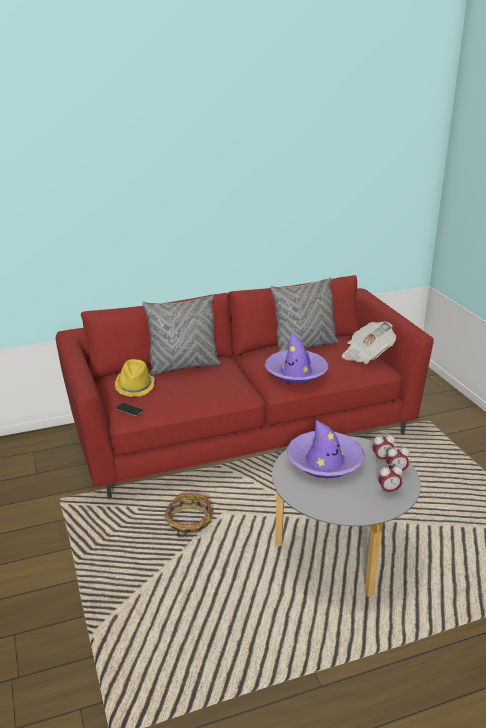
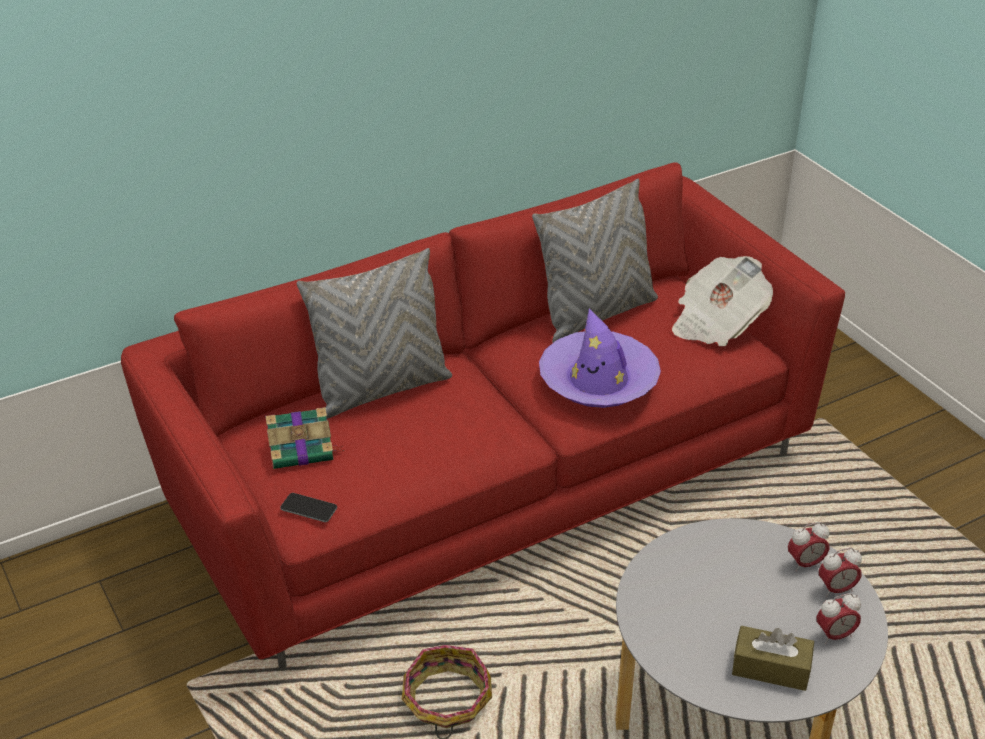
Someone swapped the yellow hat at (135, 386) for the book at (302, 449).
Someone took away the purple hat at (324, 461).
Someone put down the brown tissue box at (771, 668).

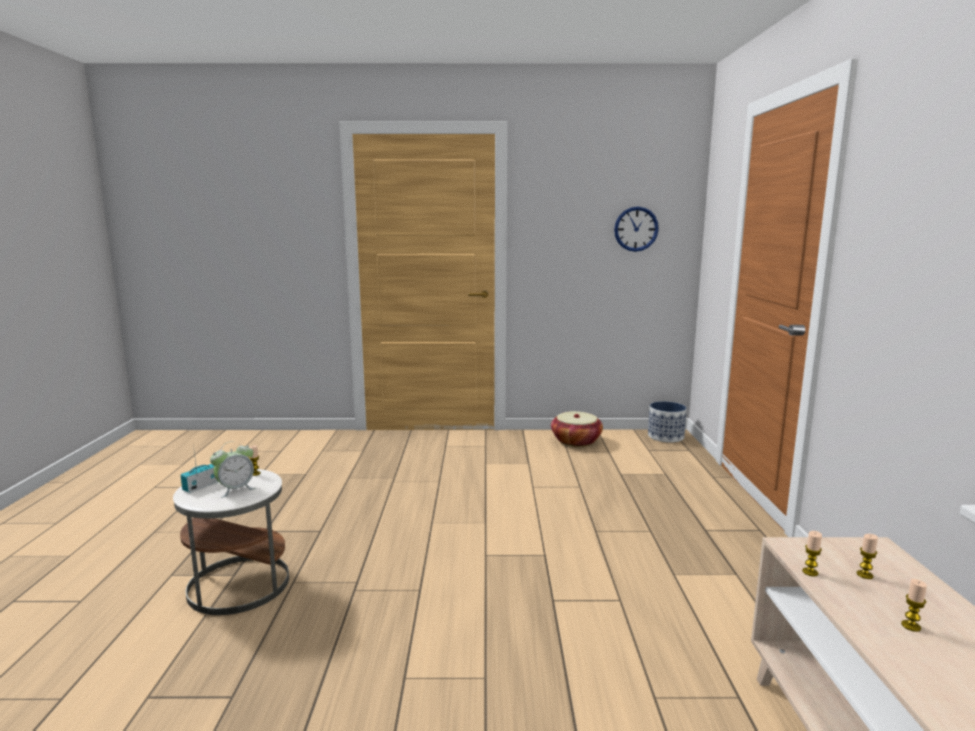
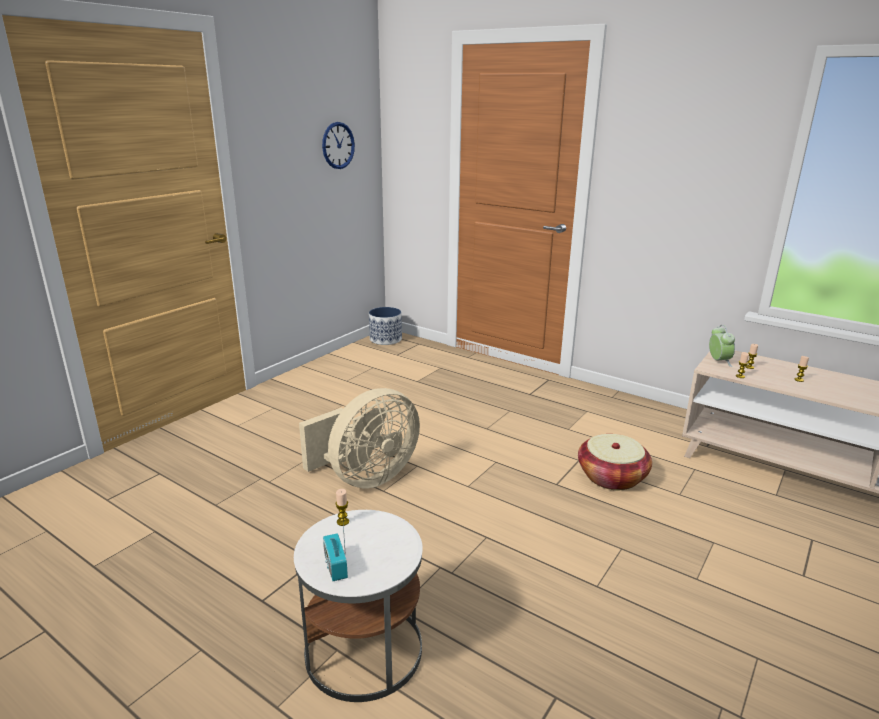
Someone carried the alarm clock from (235, 489) to (718, 361).
Someone carried the basket from (576, 441) to (612, 477).
Someone put down the beige fan at (366, 477).

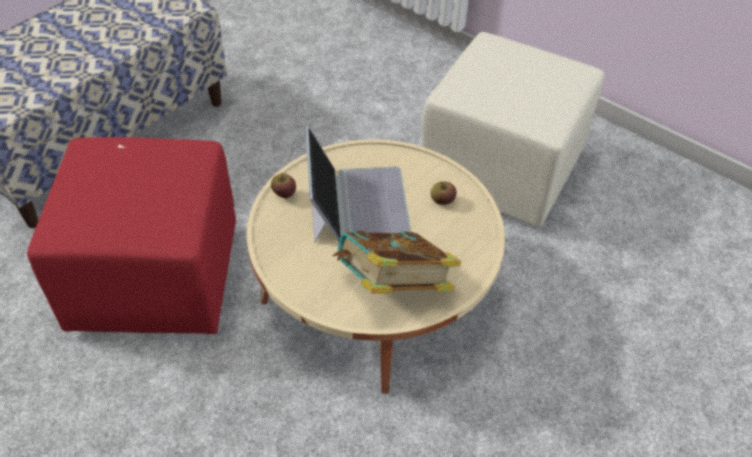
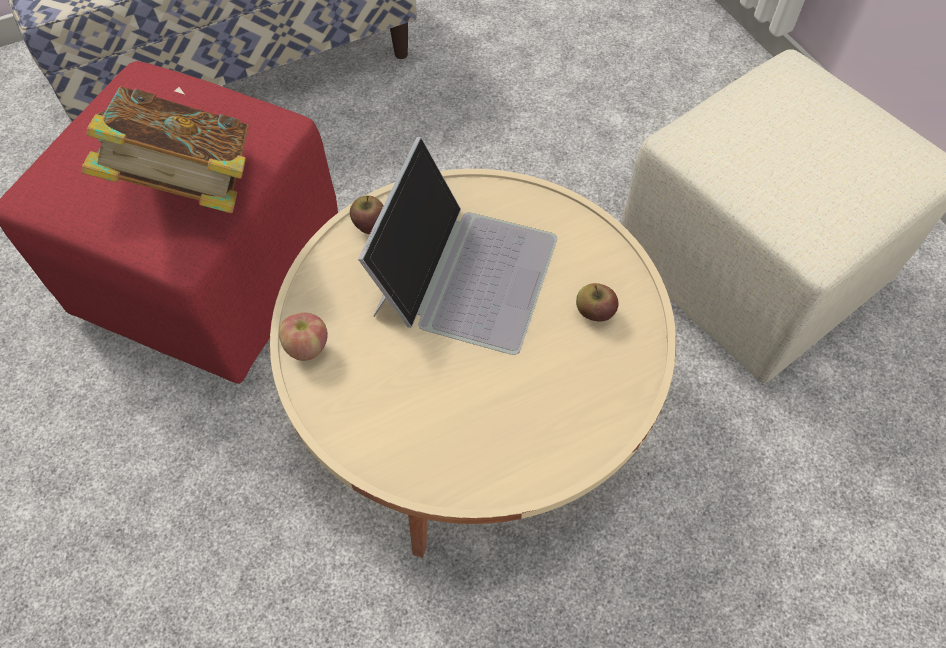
Someone carried the book from (393, 287) to (189, 187).
Someone put down the apple at (306, 347).

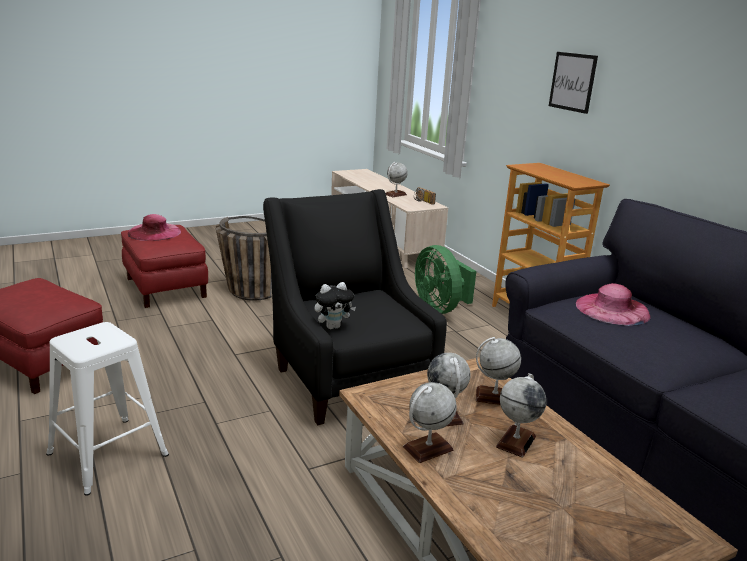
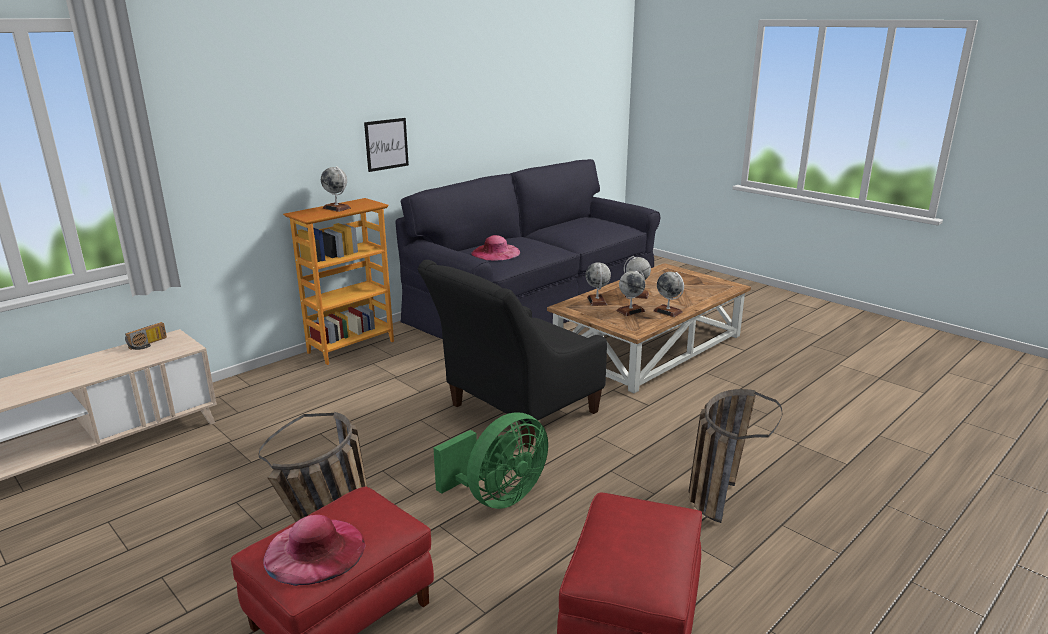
Someone swapped the white stool at (106, 454) for the basket at (719, 492).
Someone took away the plush toy at (333, 326).
Someone carried the globe from (395, 194) to (337, 208).
Someone carried the green fan from (440, 308) to (498, 497).
Someone carried the picture from (572, 82) to (386, 144).

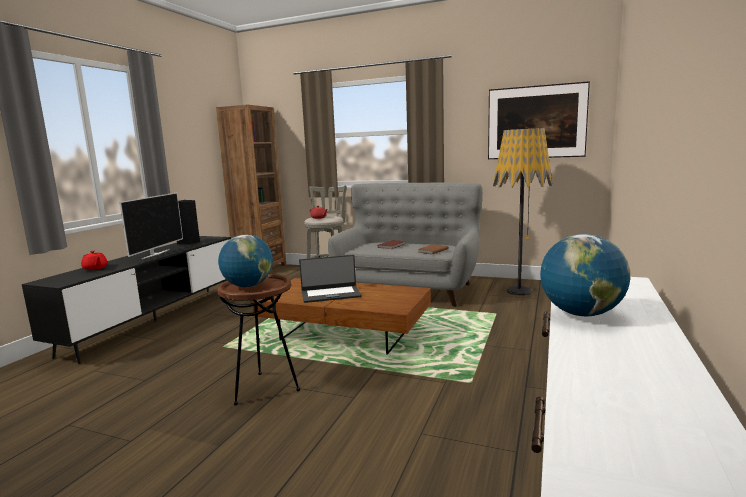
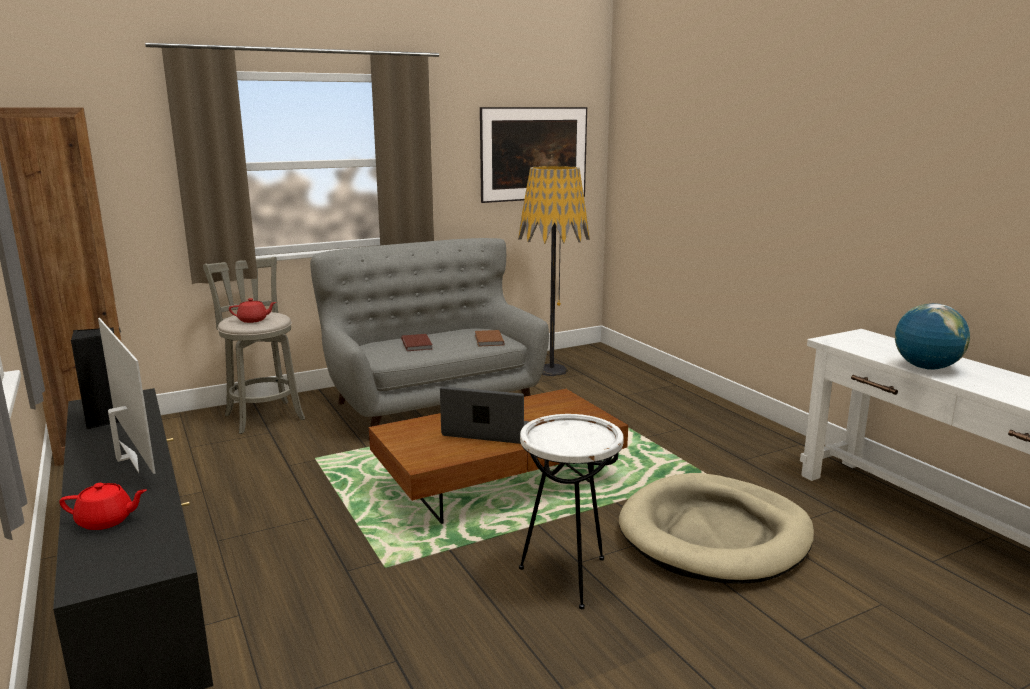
Someone repainted the brown side table at (265, 388), which became the white side table at (568, 577).
Someone took away the globe at (248, 286).
Someone rotated the laptop at (330, 294) by 105 degrees counterclockwise.
Someone put down the beige dog bed at (714, 534).

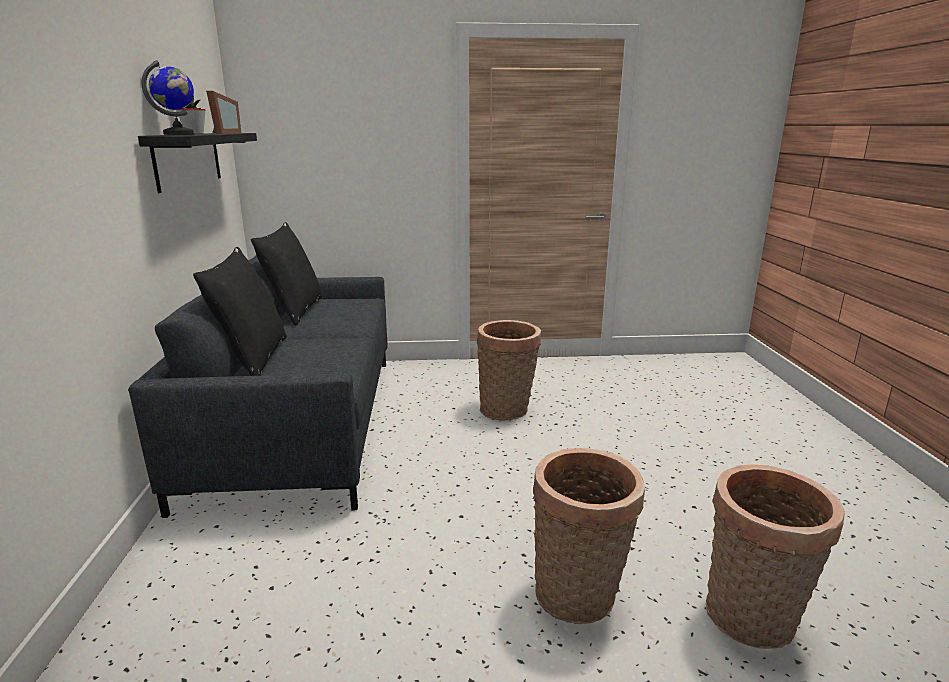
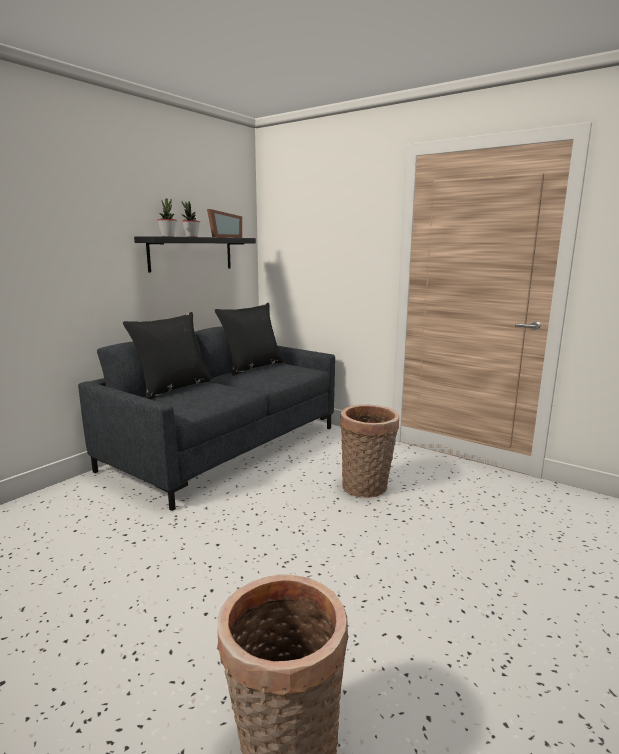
Someone swapped the globe at (179, 134) for the potted plant at (168, 236).
Someone took away the basket at (579, 596).

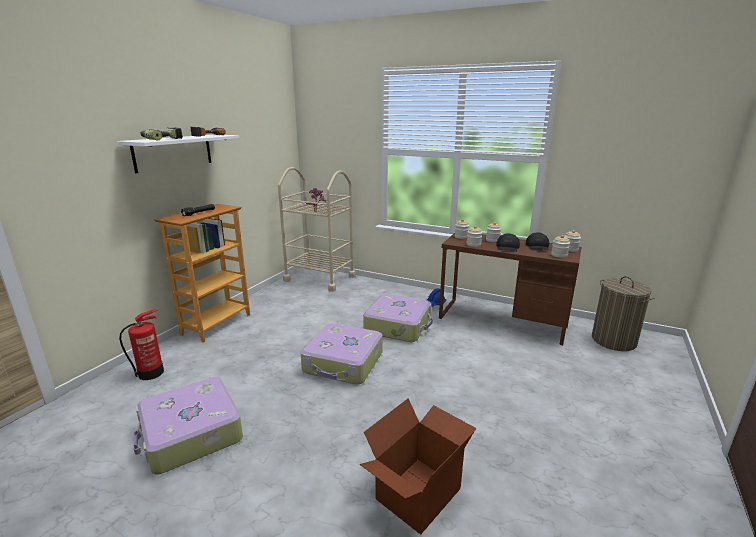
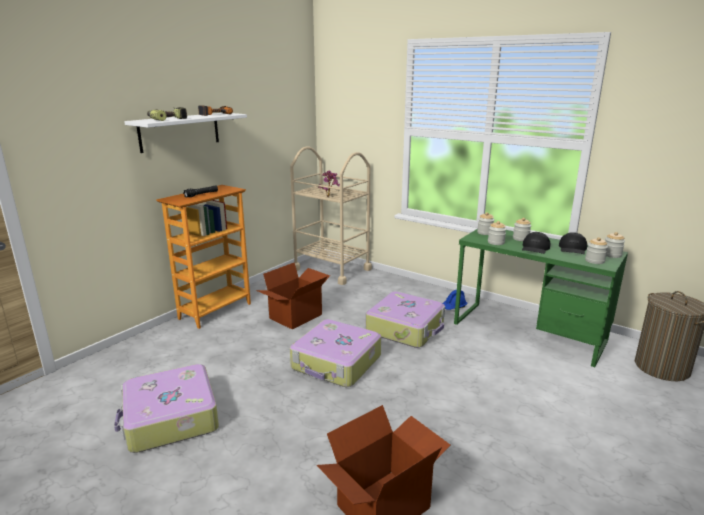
Someone took away the fire extinguisher at (151, 373).
Someone repainted the brown desk at (502, 320), which became the green desk at (528, 332).
Someone put down the cardboard box at (296, 317).

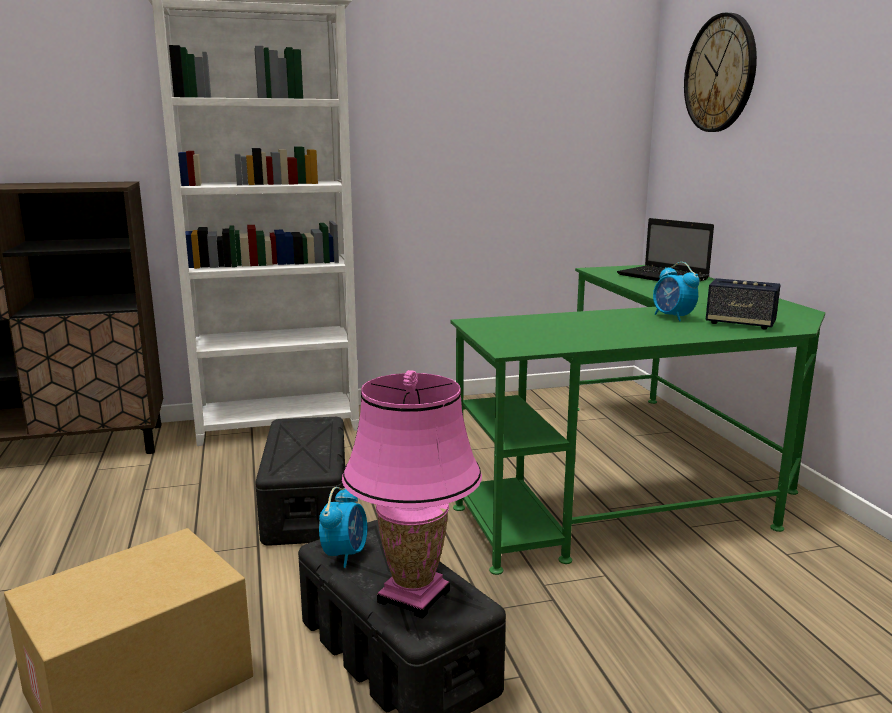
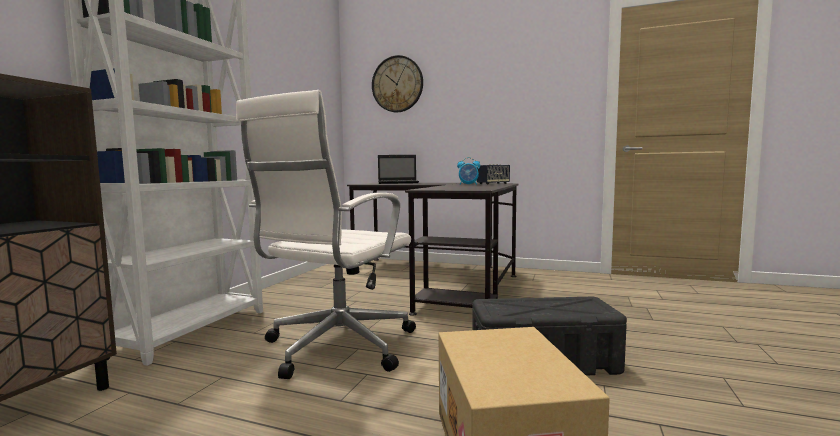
Someone swapped the black storage box at (306, 504) for the white office chair at (336, 347).
Someone took away the alarm clock at (345, 554).
Someone took away the pink table lamp at (413, 596).
Someone repainted the green desk at (643, 477), which became the black desk at (442, 279).

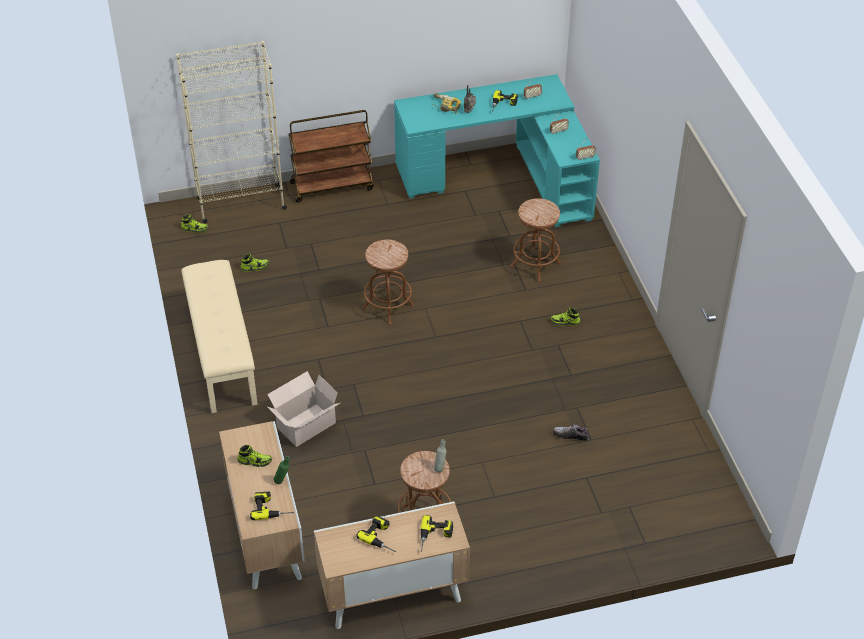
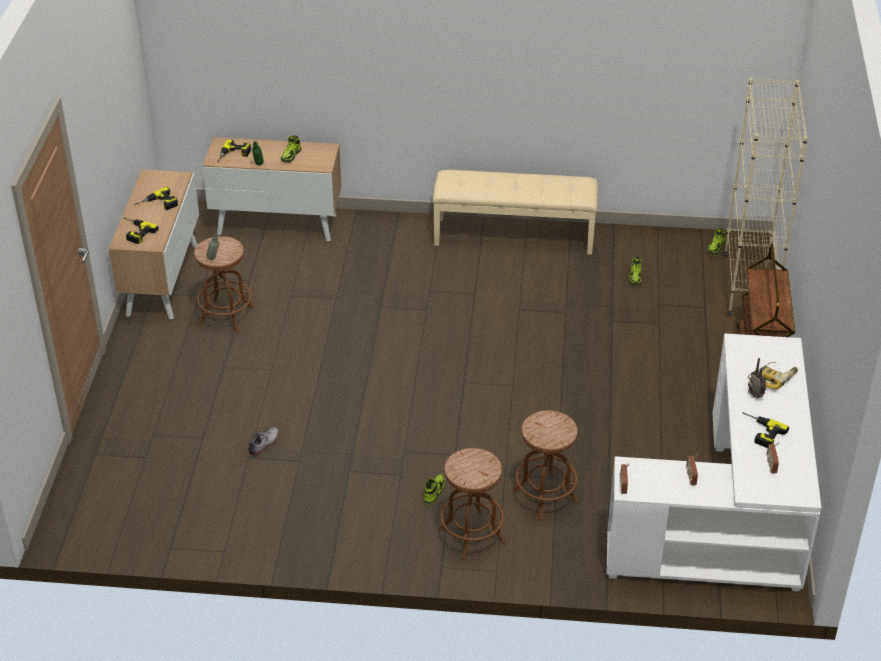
Someone took away the cardboard box at (304, 425).
Someone carried the brown stool from (388, 306) to (472, 535).
Someone repainted the turquoise desk at (503, 177), which became the white desk at (730, 516).

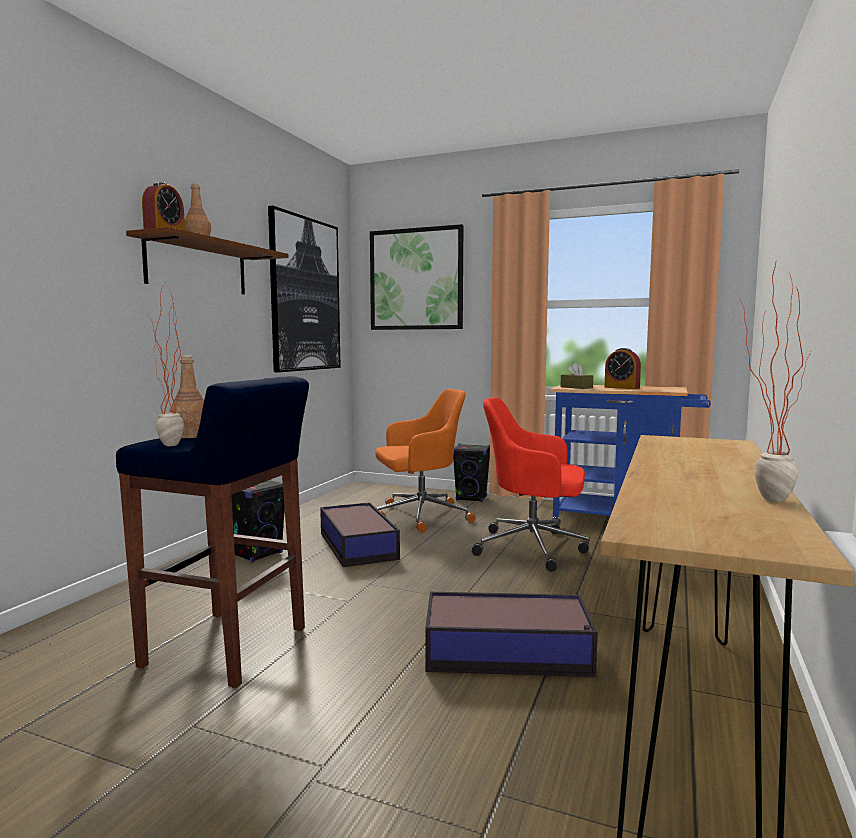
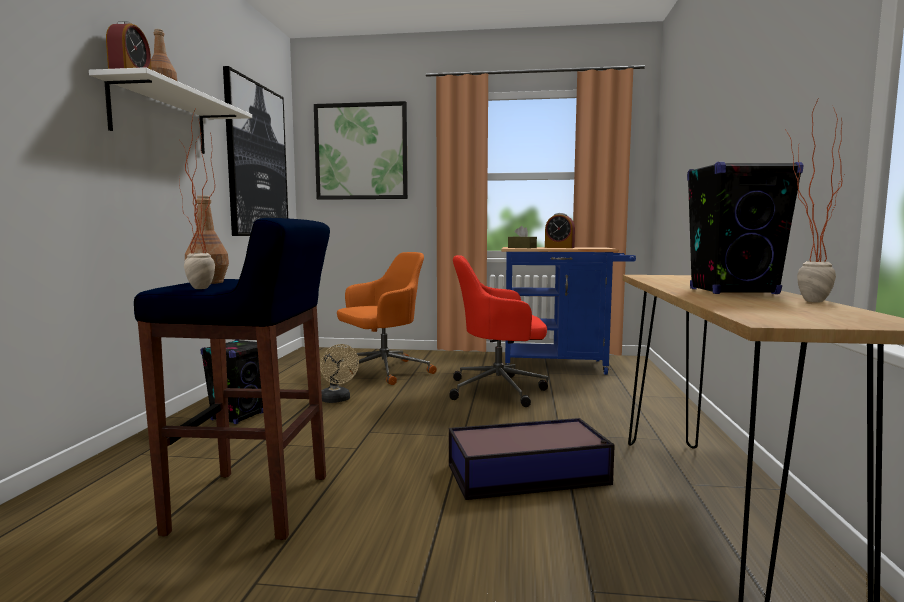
Someone repainted the brown shelf at (198, 267), which became the white shelf at (160, 120).
Someone swapped the storage box at (358, 545) for the beige fan at (337, 400).
Someone carried the black speaker from (471, 498) to (733, 291).

